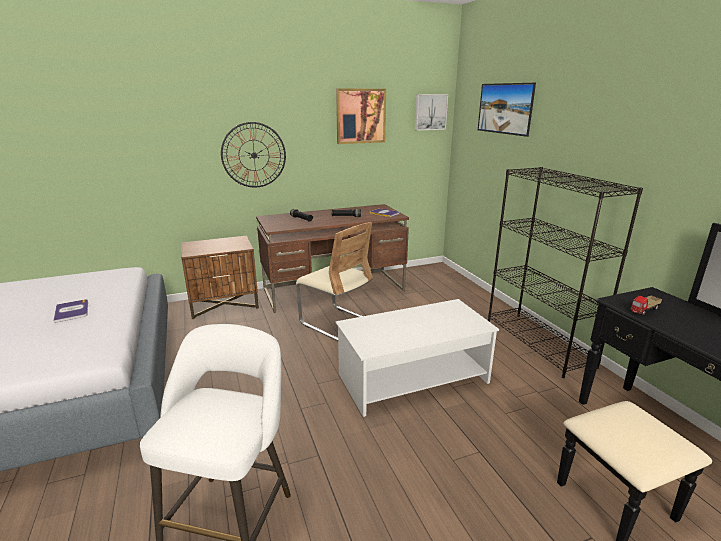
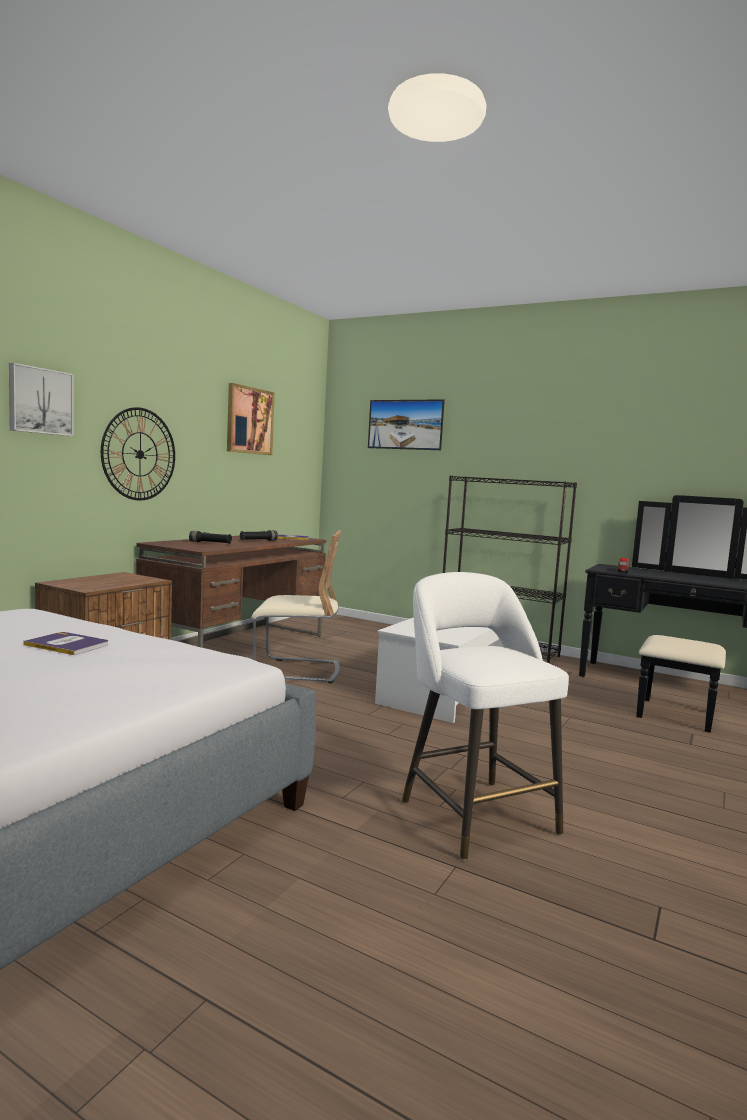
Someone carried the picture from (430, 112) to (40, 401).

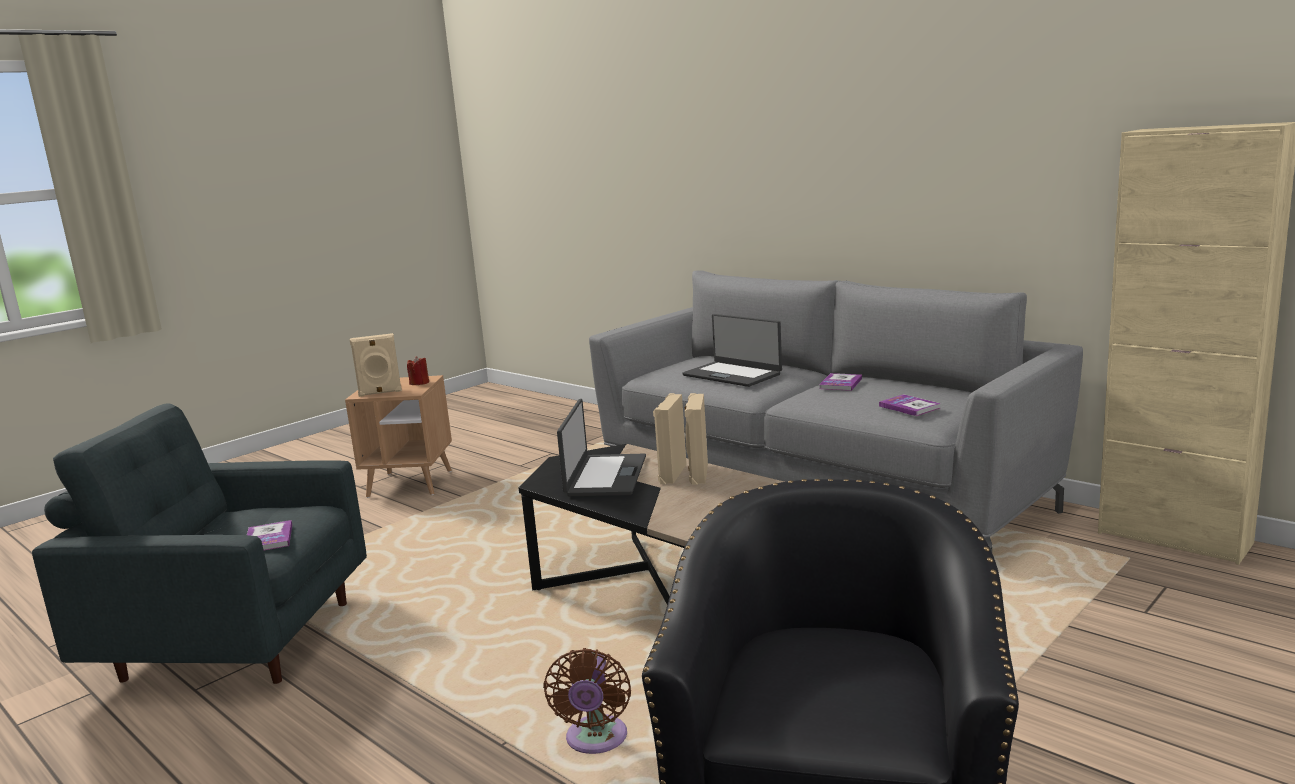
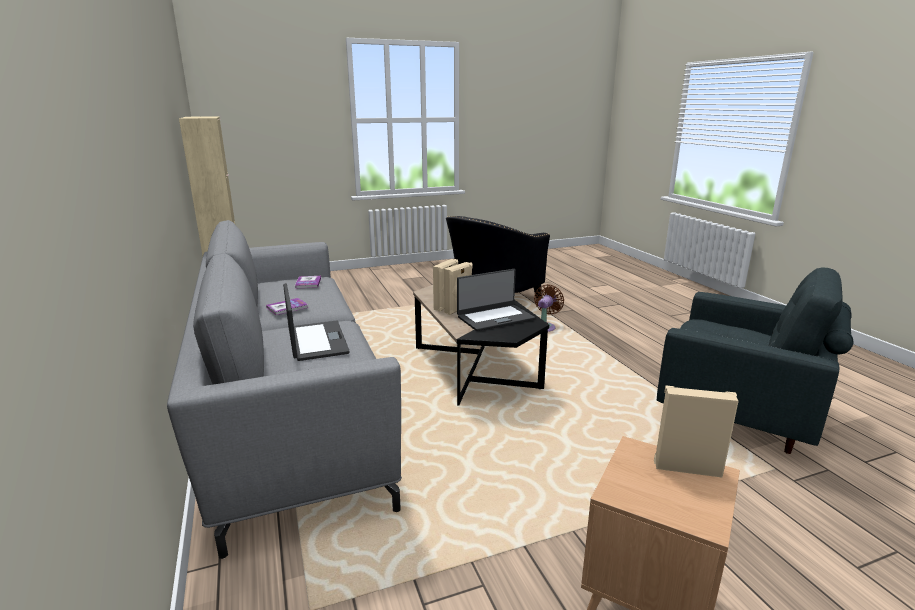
Someone took away the book at (269, 539).
Someone took away the red candle at (419, 383).
Someone rotated the laptop at (604, 476) by 150 degrees counterclockwise.

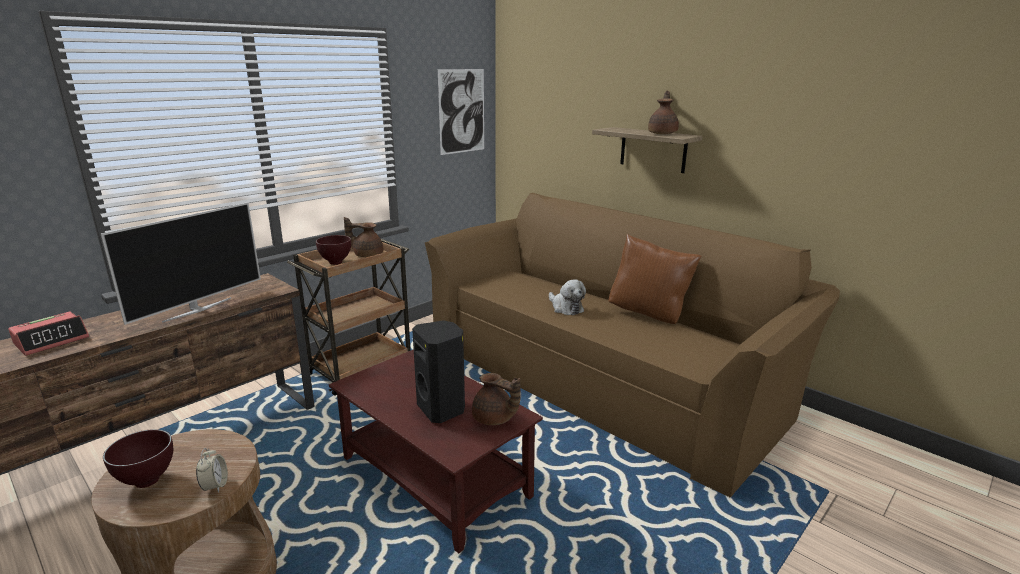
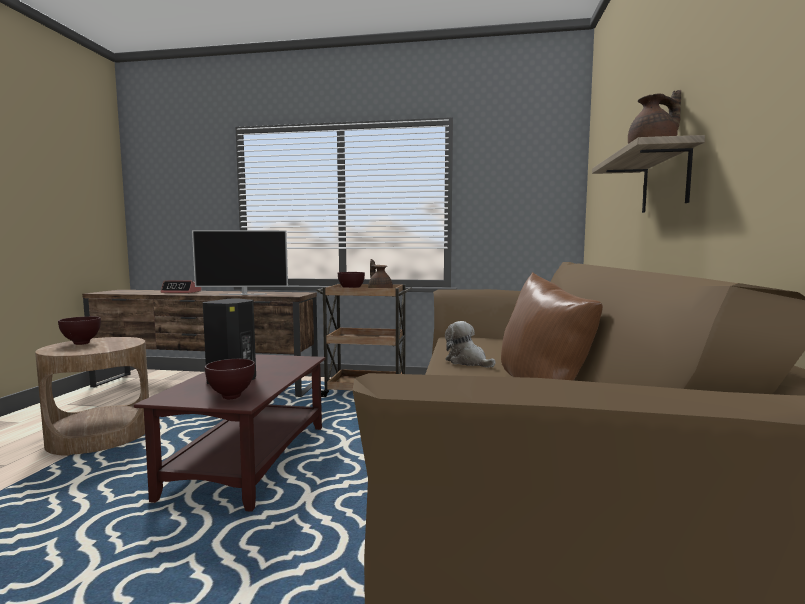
Someone took away the alarm clock at (215, 486).
Someone took away the picture at (462, 111).
Someone swapped the brown teapot at (494, 419) for the brown bowl at (230, 397).
Someone rotated the plush toy at (565, 308) by 120 degrees clockwise.

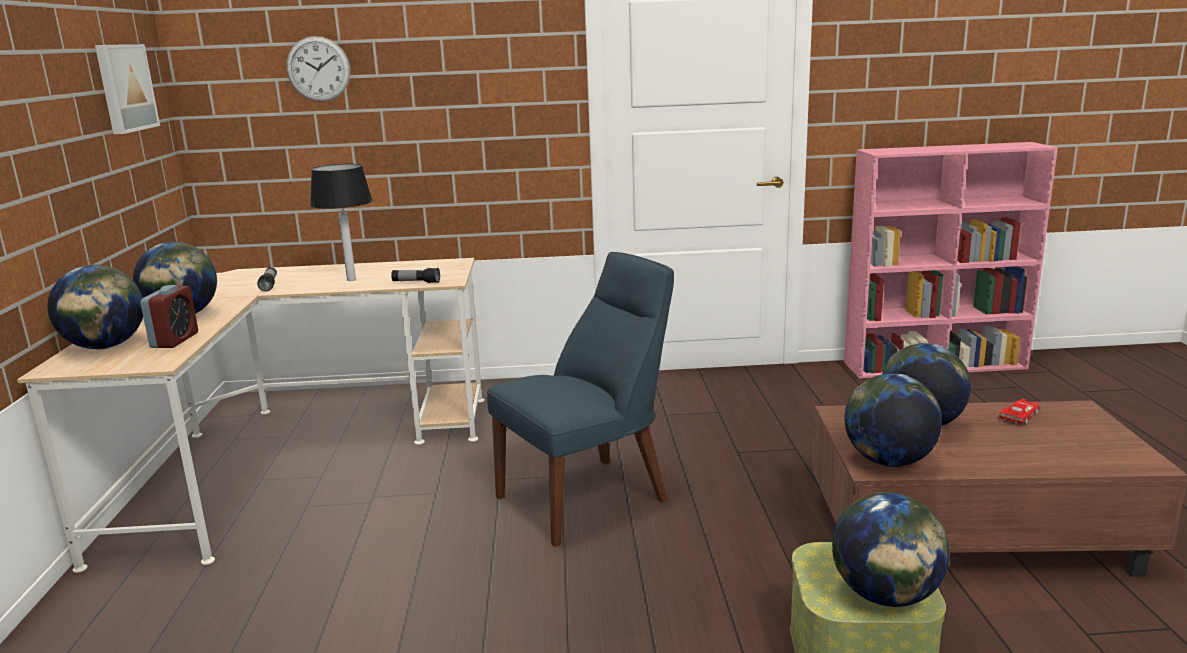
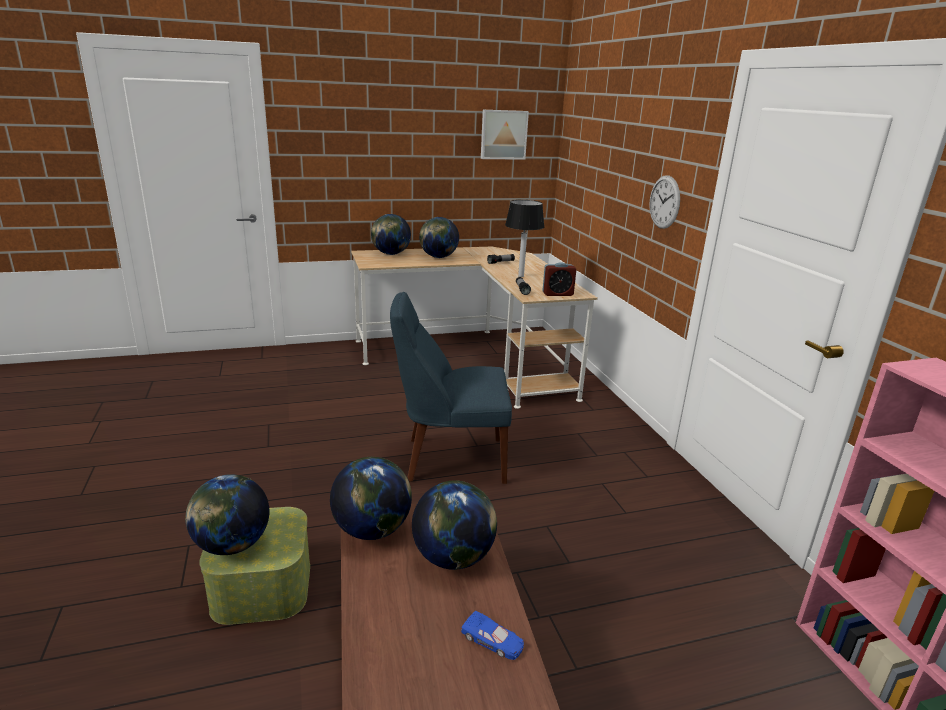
Someone carried the alarm clock from (175, 340) to (557, 294).
Someone carried the wall clock from (318, 69) to (664, 202).
Someone rotated the blue chair at (589, 497) by 135 degrees clockwise.
Someone repainted the red toy car at (1020, 416), which became the blue toy car at (492, 640).

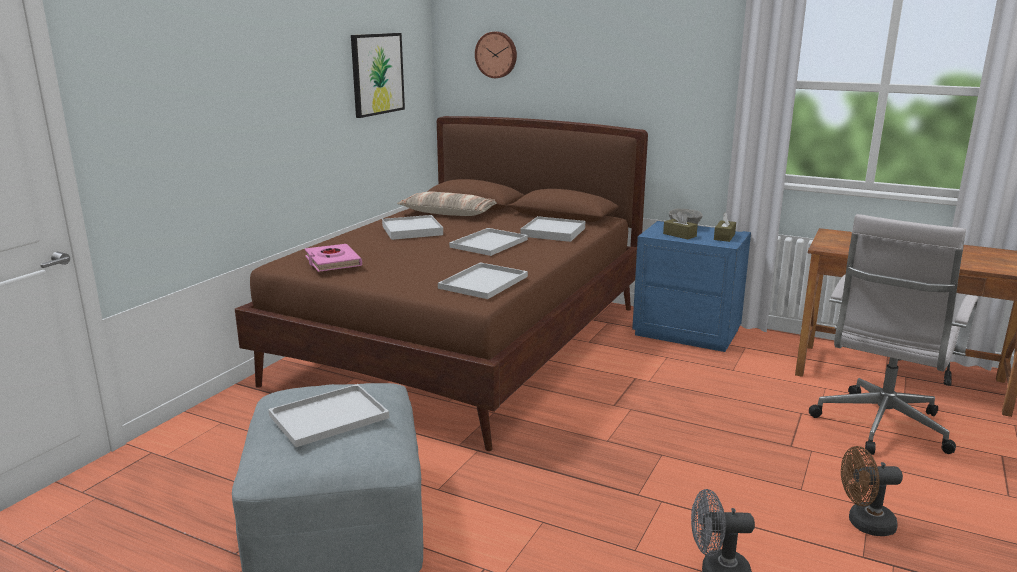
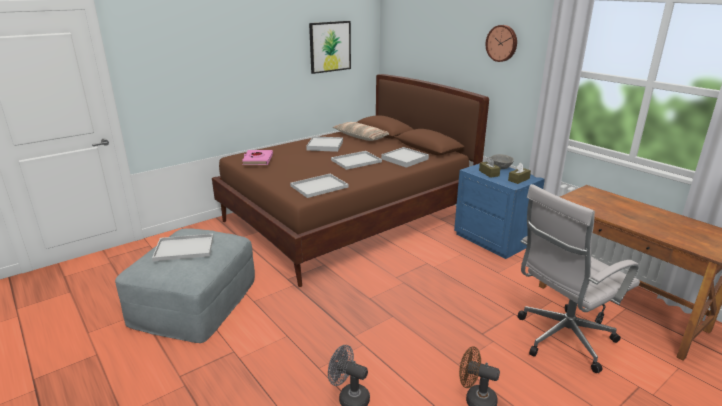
Someone carried the wall clock from (496, 54) to (502, 43).

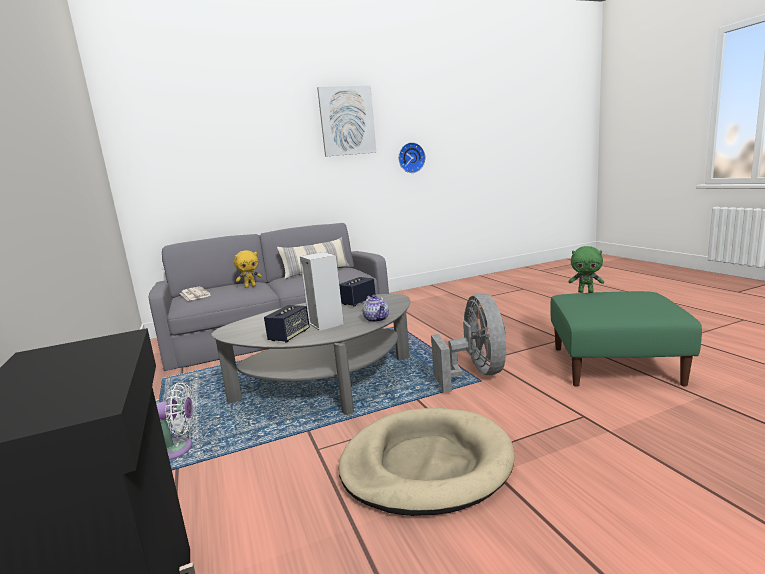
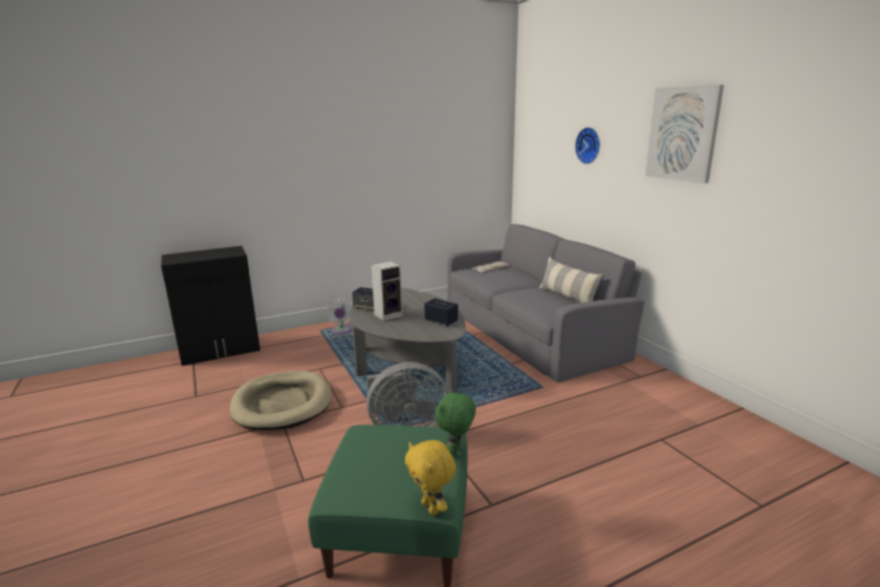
Someone carried the yellow plush toy from (250, 286) to (431, 508).
Someone took away the teapot at (377, 319).
Someone carried the wall clock from (411, 158) to (589, 145).

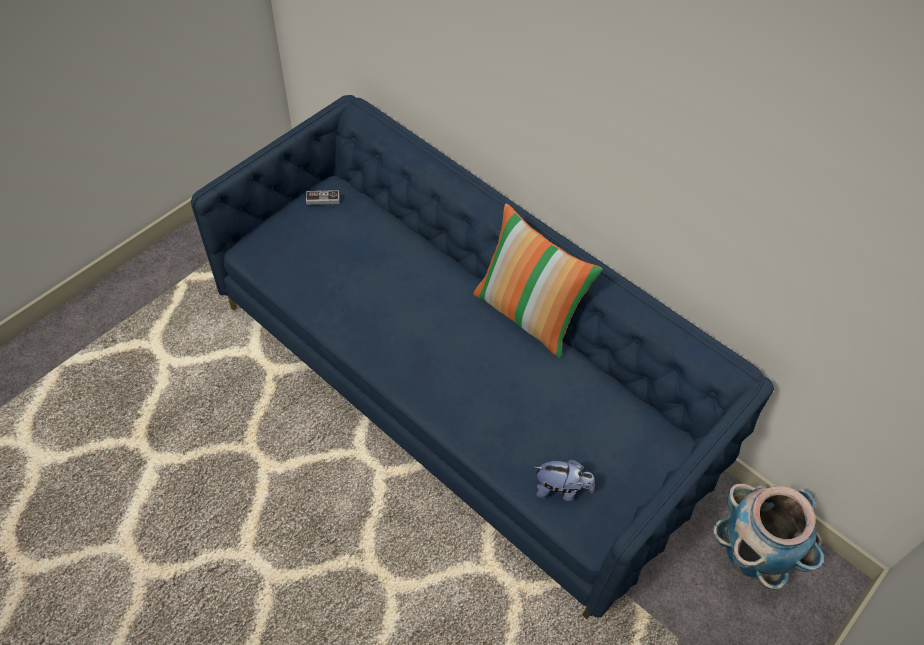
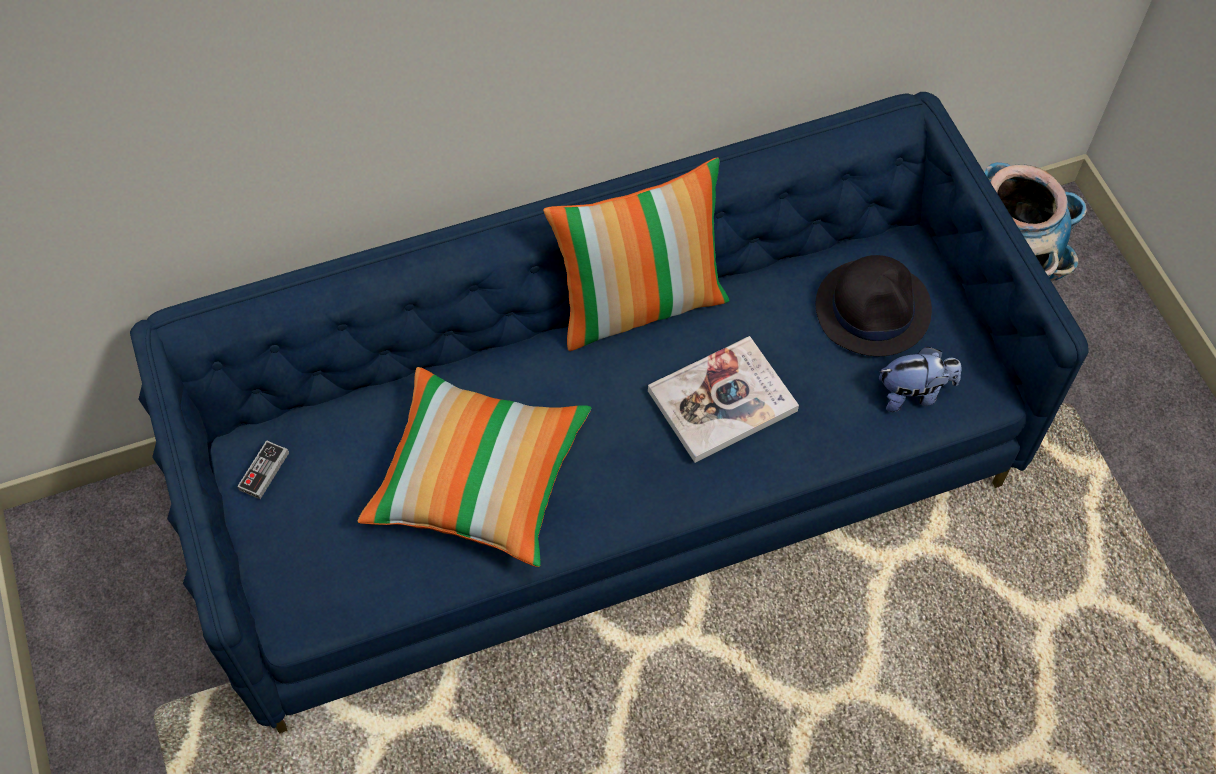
Someone rotated the plush toy at (561, 489) by 45 degrees clockwise.
Someone put down the pillow at (479, 479).
Someone put down the book at (722, 401).
Someone put down the black hat at (873, 308).

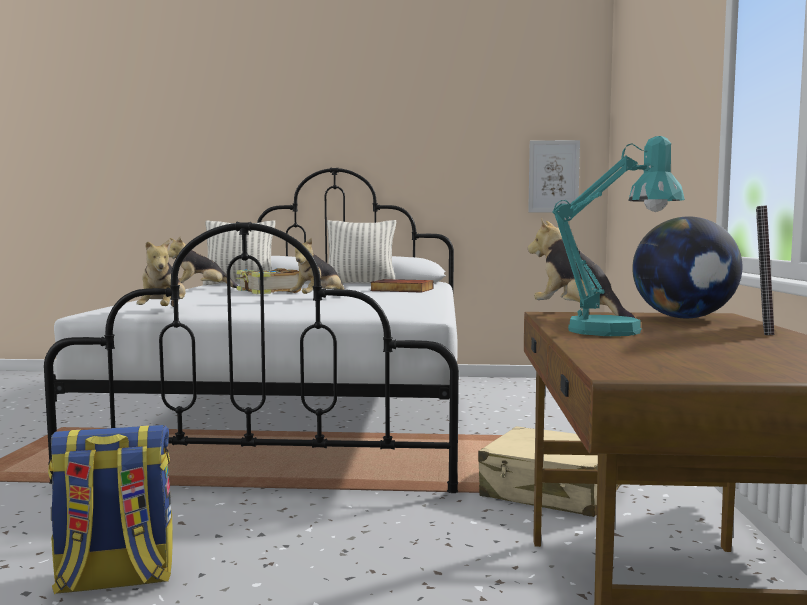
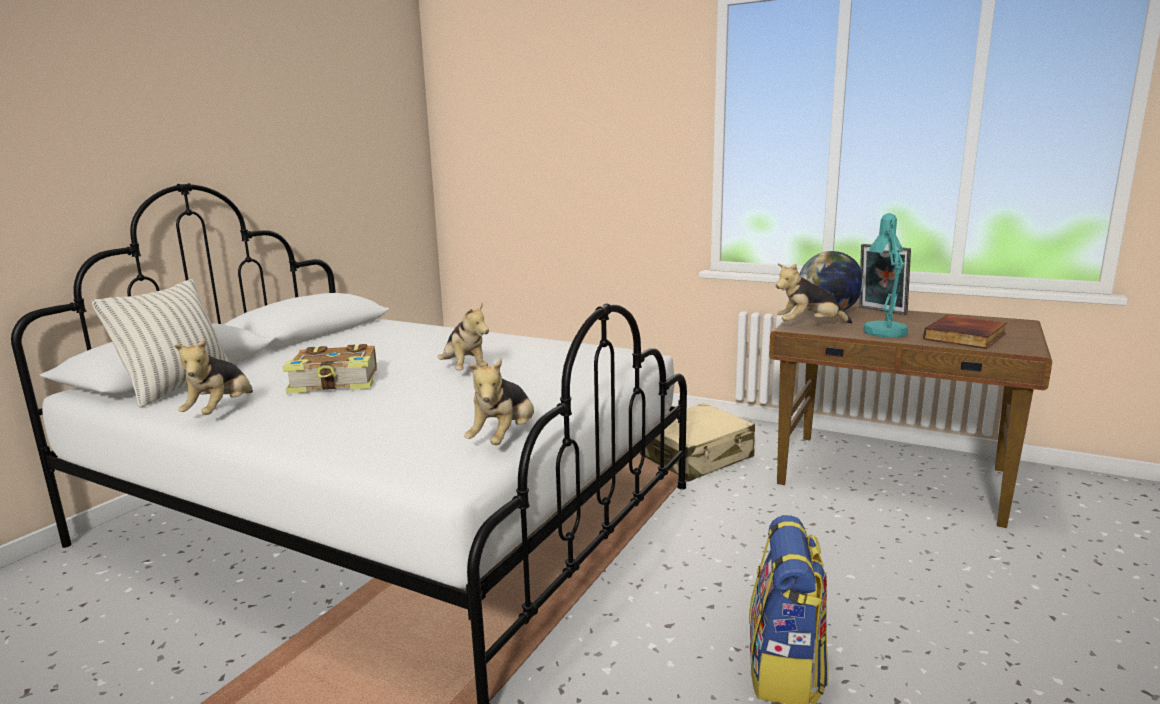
Someone rotated the plush toy at (164, 312) by 90 degrees clockwise.
Someone took away the pillow at (361, 284).
Someone carried the book from (401, 290) to (966, 337).
Someone took away the picture at (553, 176).

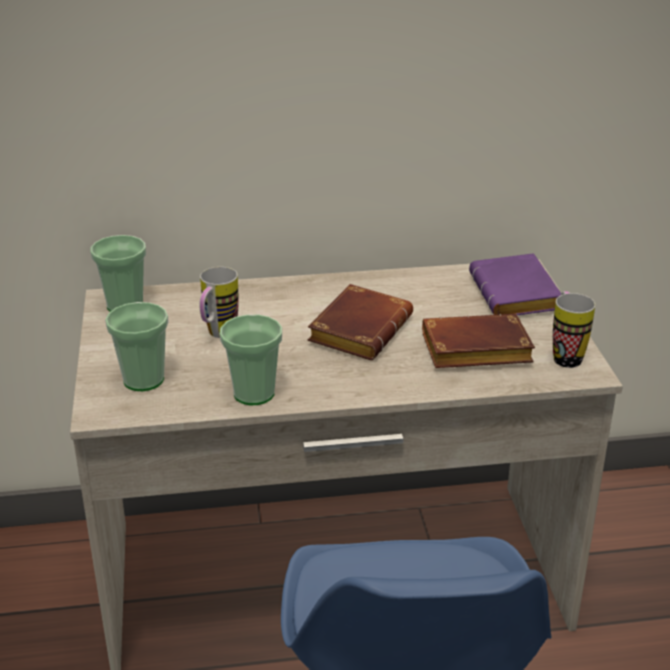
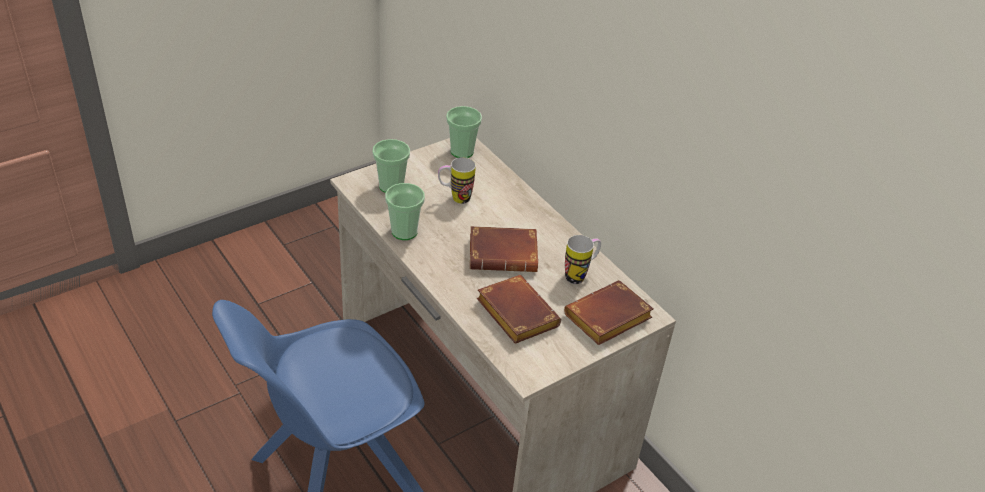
Someone repainted the purple book at (517, 296), which became the brown book at (607, 320).
Someone carried the mug from (564, 355) to (580, 275).

